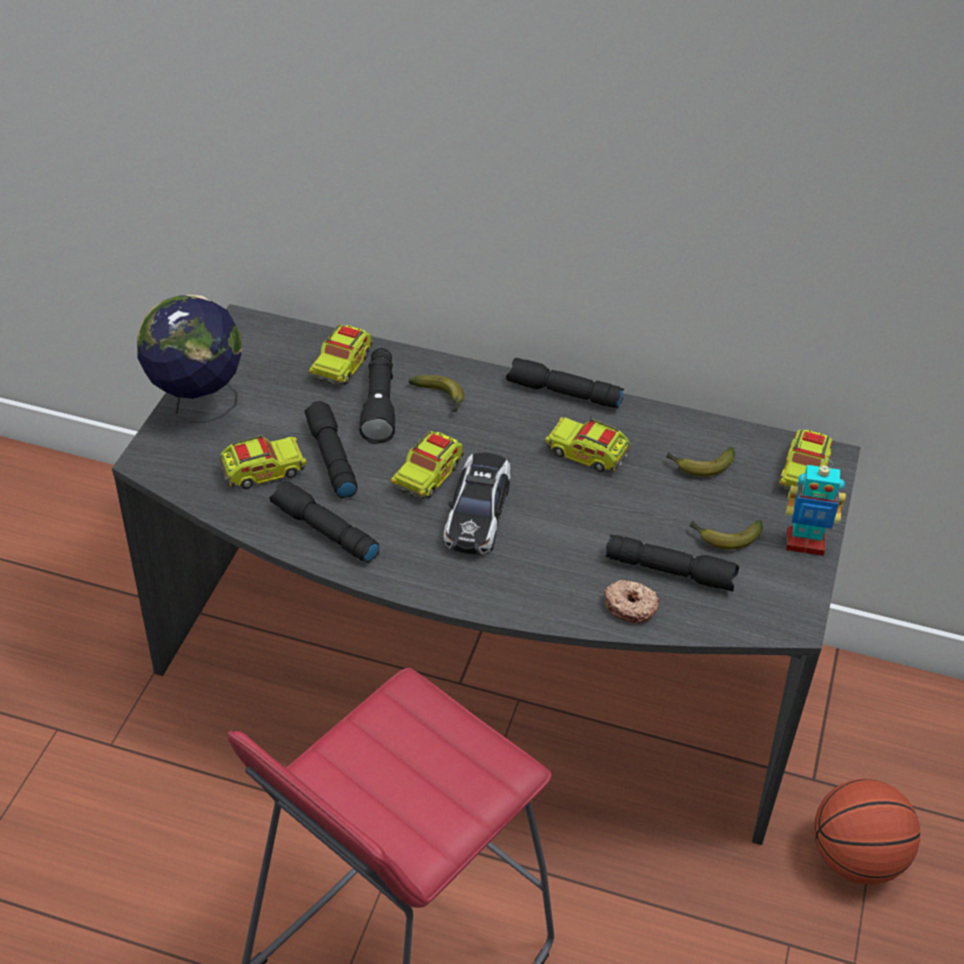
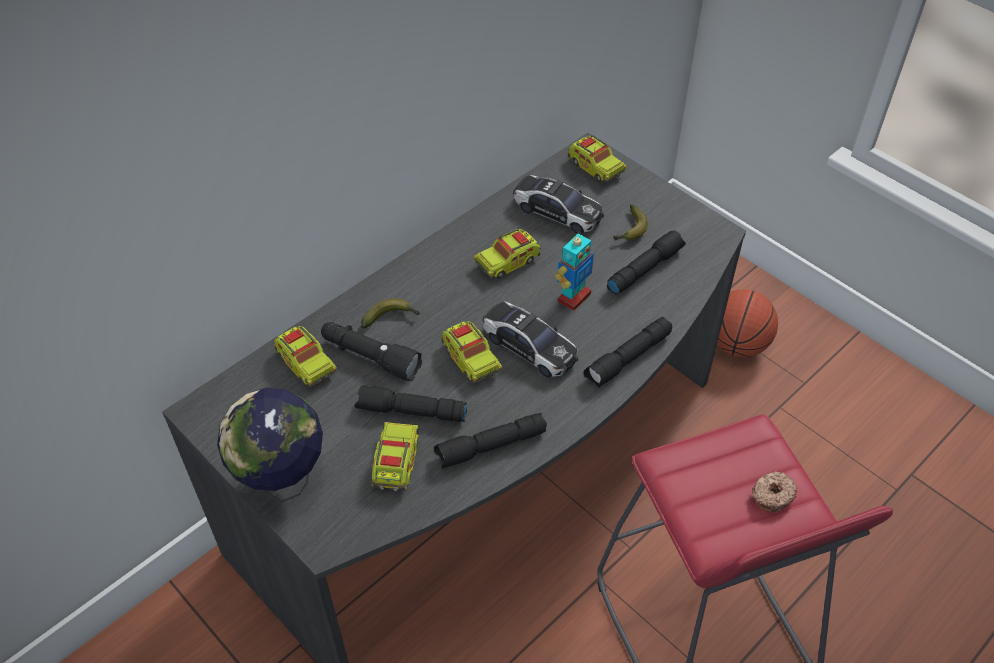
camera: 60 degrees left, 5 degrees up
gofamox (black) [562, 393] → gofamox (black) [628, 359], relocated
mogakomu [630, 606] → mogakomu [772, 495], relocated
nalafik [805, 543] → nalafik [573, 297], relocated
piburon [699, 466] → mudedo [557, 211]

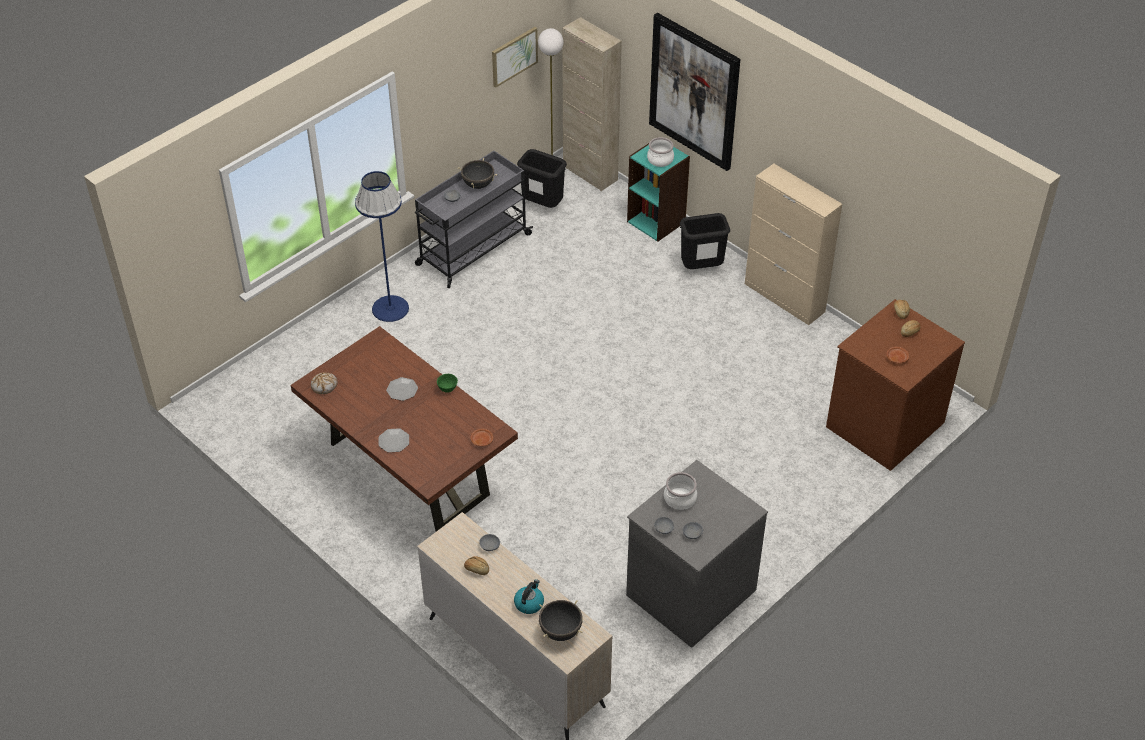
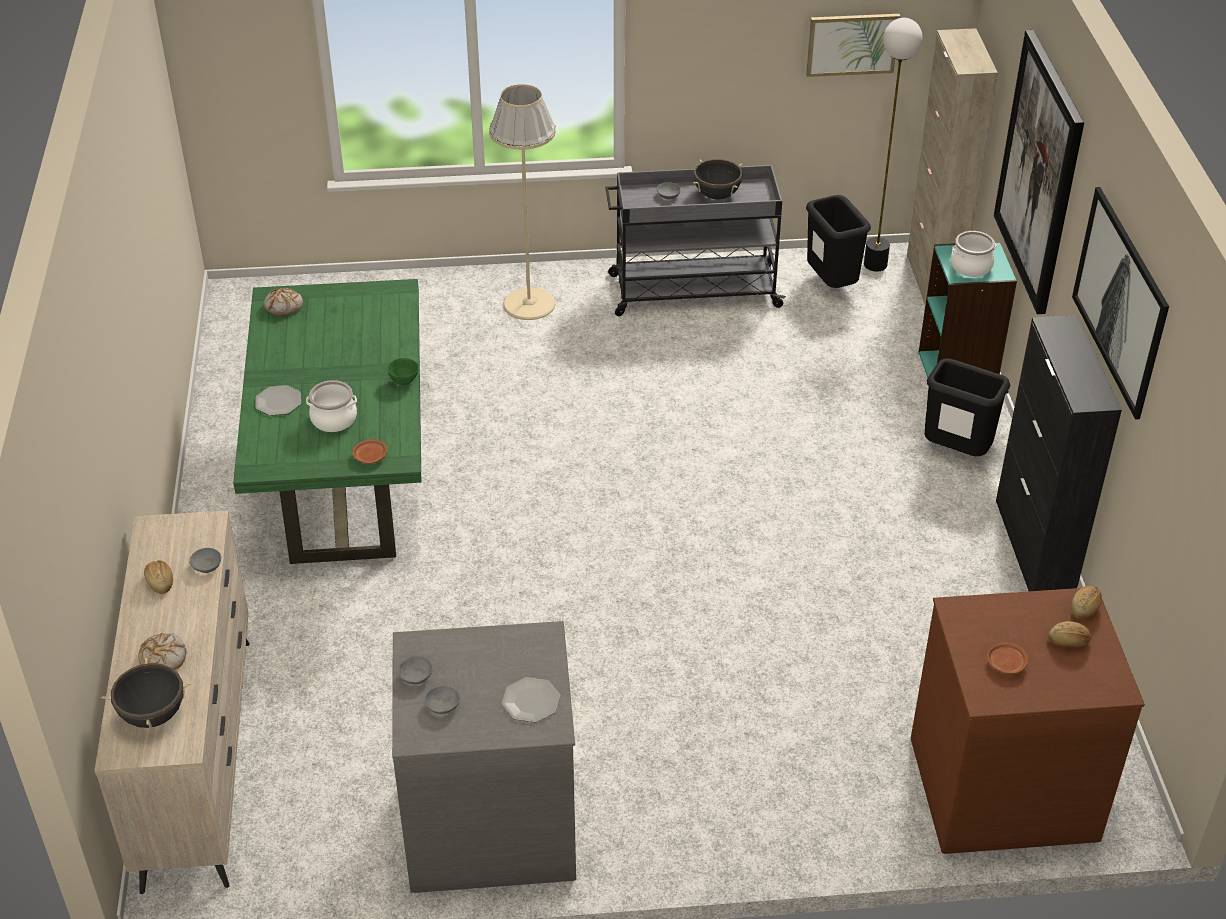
camera: 40 degrees right, 5 degrees down
- → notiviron [1122, 301]
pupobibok [402, 390] → pupobibok [531, 701], relocated
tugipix [680, 499] → tugipix [334, 419], relocated
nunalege [529, 603] → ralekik [163, 658]
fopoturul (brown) [410, 470] → fopoturul (green) [346, 479]
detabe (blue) [390, 308] → detabe (beige) [529, 304]
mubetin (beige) [784, 298] → mubetin (black) [1034, 547]

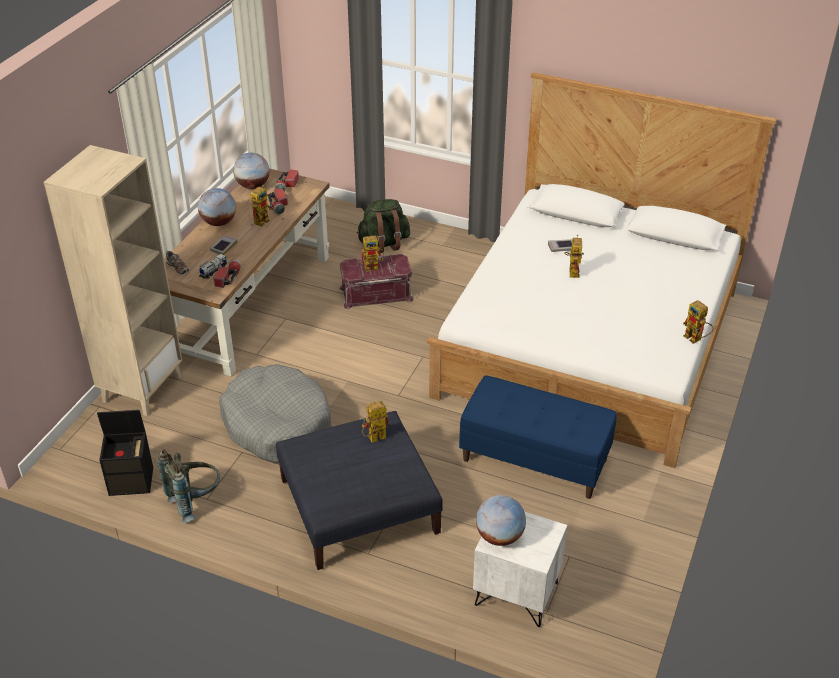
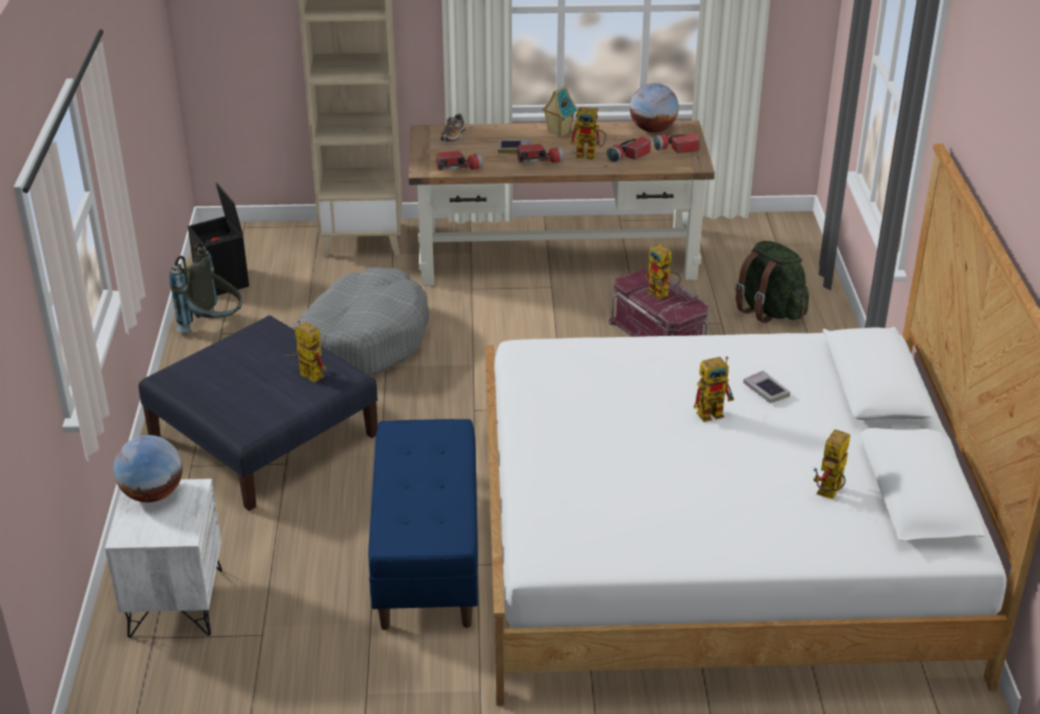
camera: 65 degrees right, 5 degrees down
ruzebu [213, 271] → -
- → gofamox [539, 161]
nalafik [696, 339] → nalafik [829, 495], relocated
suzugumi [219, 222] → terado [558, 132]

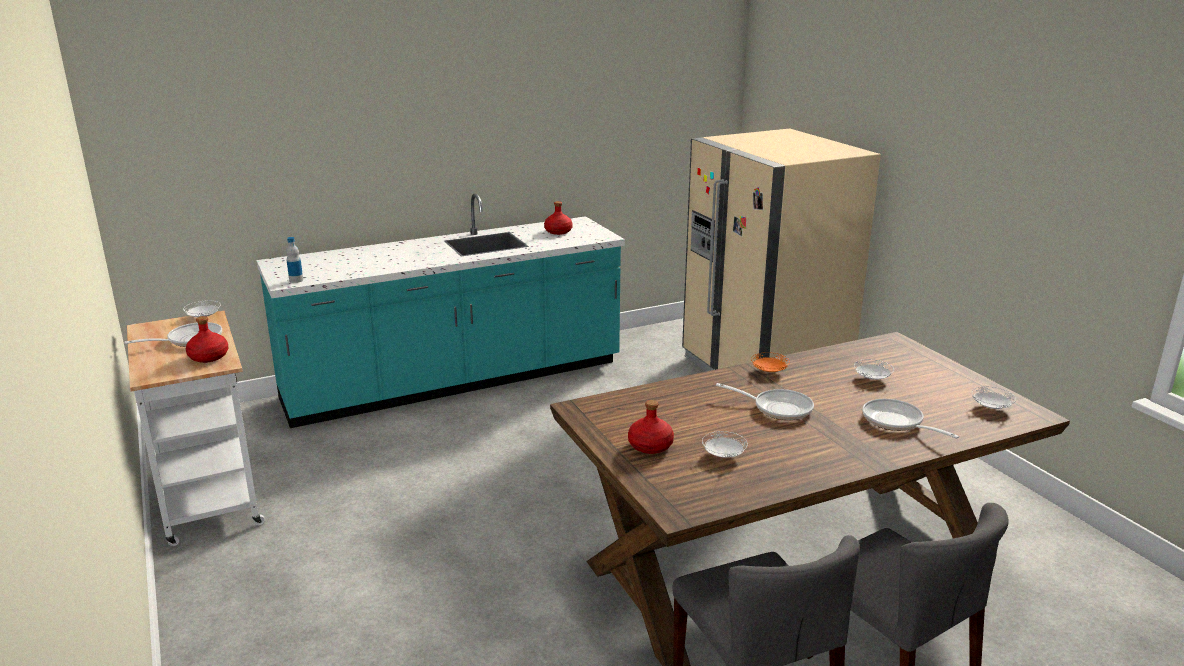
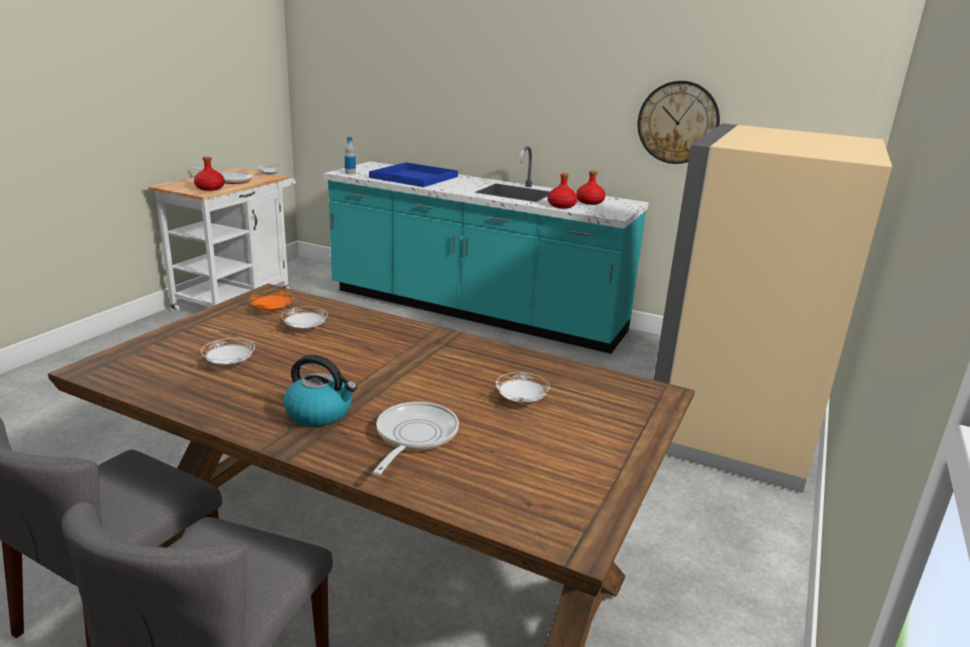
camera: 50 degrees right, 0 degrees up
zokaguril [777, 408] → -
- → nunalege [320, 413]
- → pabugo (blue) [415, 177]
- → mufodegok [678, 122]
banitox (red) [650, 446] → banitox (red) [562, 206], relocated
pupobibok (orange) [769, 371] → pupobibok (orange) [272, 310], relocated
pupobibok (white) [991, 407] → pupobibok (white) [305, 329], relocated

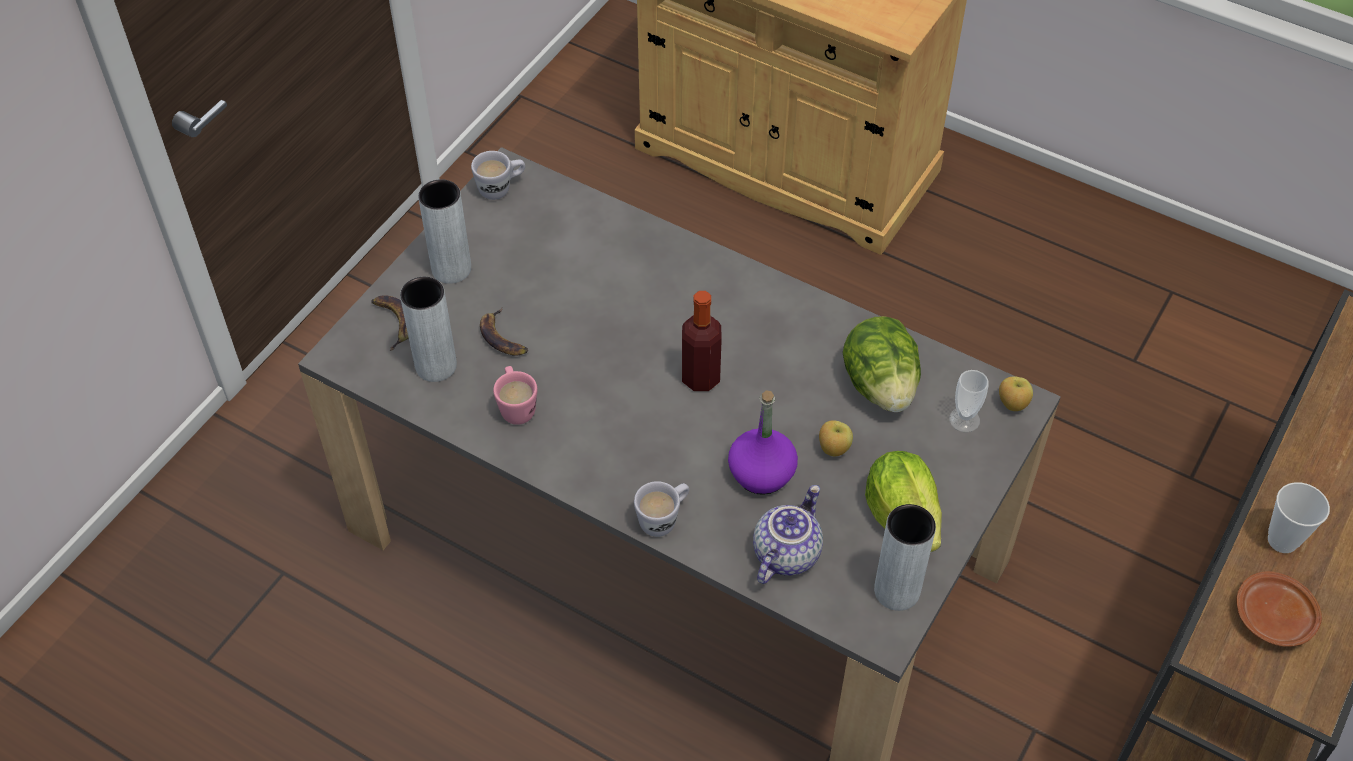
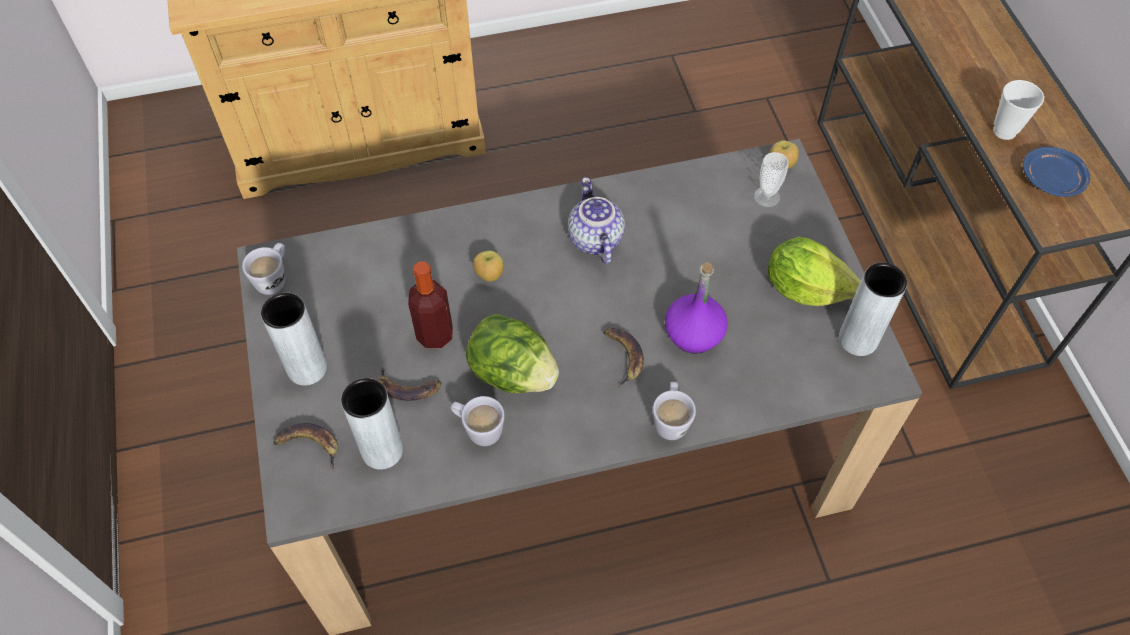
camera: 45 degrees left, 5 degrees up
- → piburon [622, 356]
banitox [700, 378] → banitox [434, 335], relocated
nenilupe [785, 552] → nenilupe [594, 239], relocated
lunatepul [833, 449] → lunatepul [489, 275], relocated
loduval [880, 385] → loduval [512, 373], relocated
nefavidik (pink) [516, 406] → nefavidik (white) [478, 429]
pupobibok (brown) [1274, 618] → pupobibok (blue) [1052, 180]

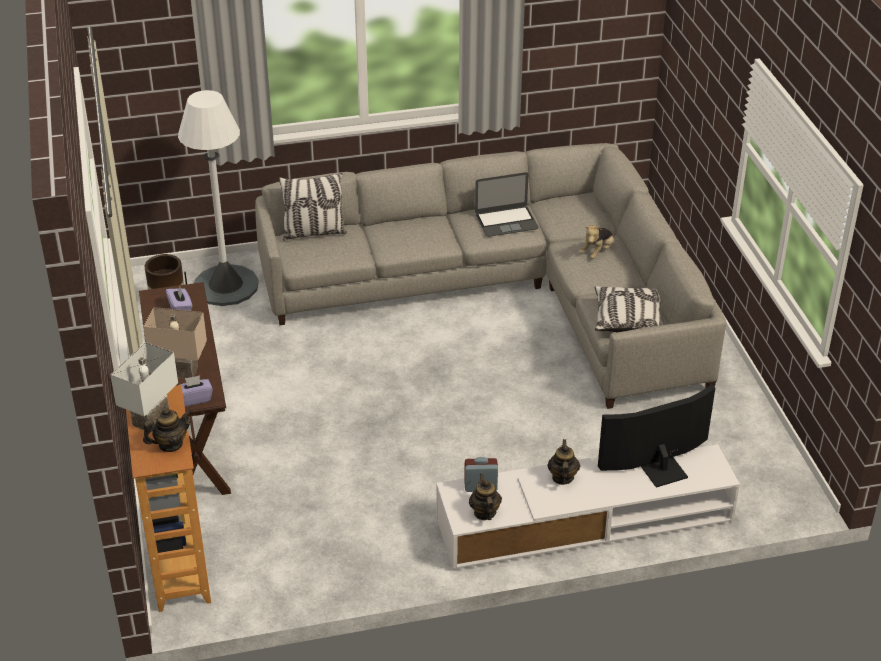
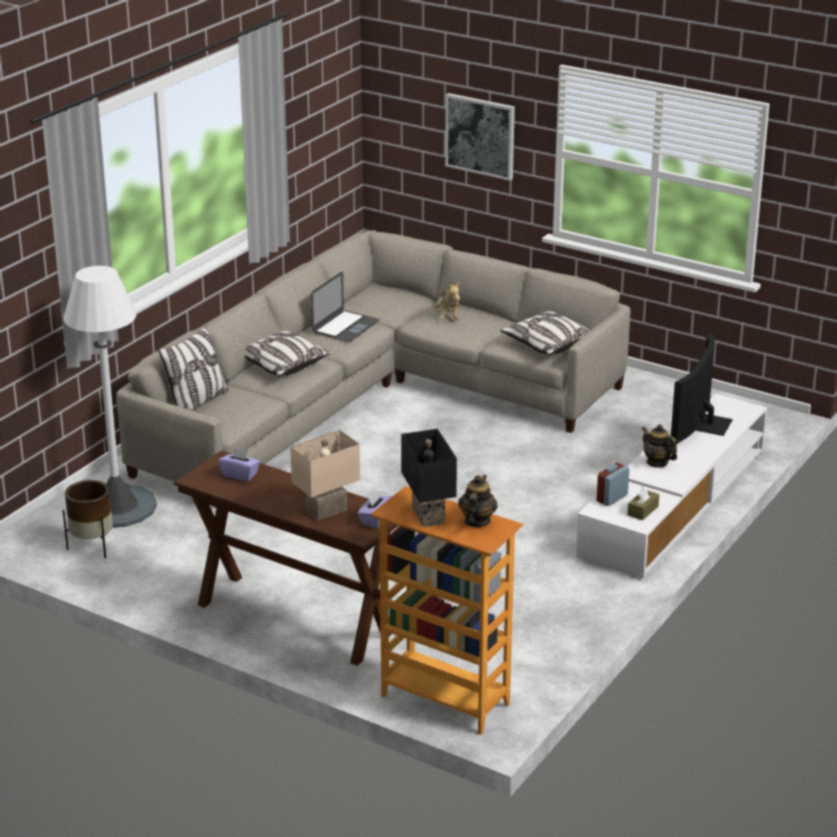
camera: 45 degrees left, 10 degrees down
- → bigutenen [281, 365]
- → notiviron [480, 136]
nenilupe [484, 512] → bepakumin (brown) [643, 511]
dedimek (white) [150, 418] → dedimek (black) [426, 516]

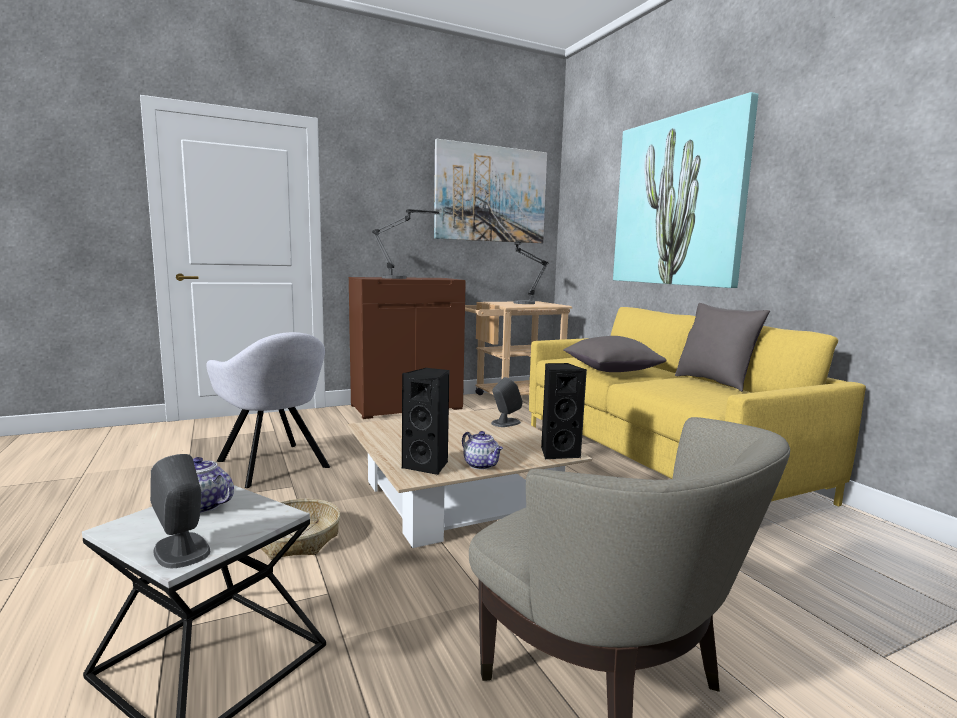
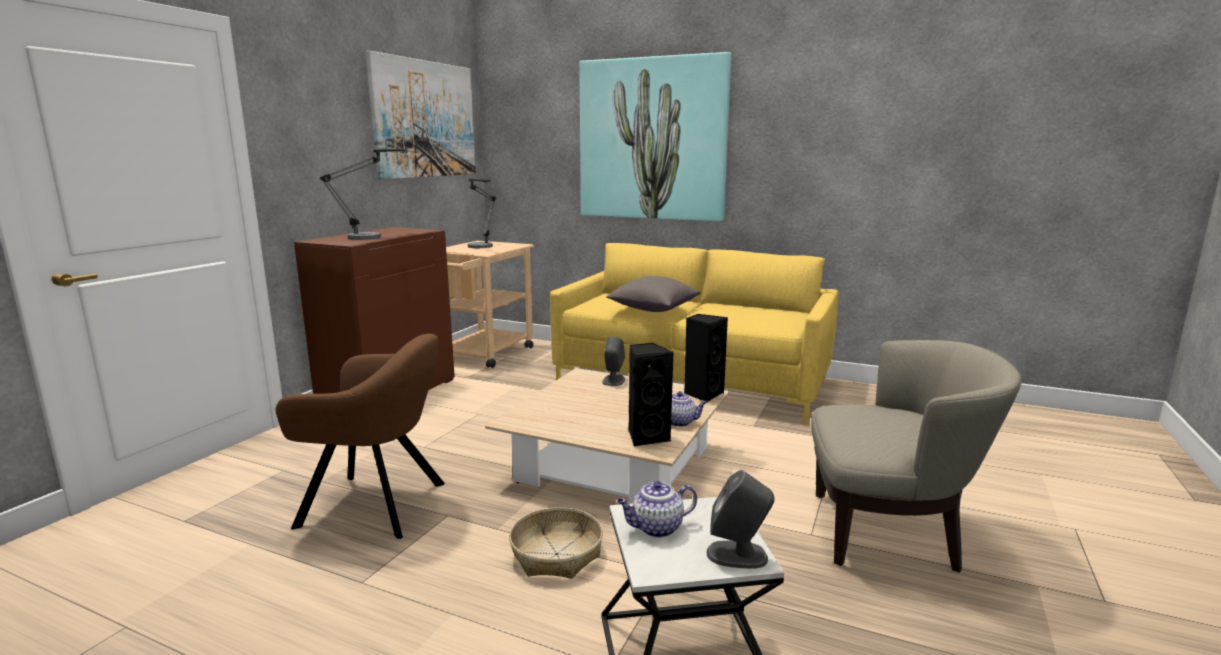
camera: 40 degrees left, 5 degrees up
bigutenen (grey) [714, 382] → -
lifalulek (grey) [275, 465] → lifalulek (brown) [379, 505]

